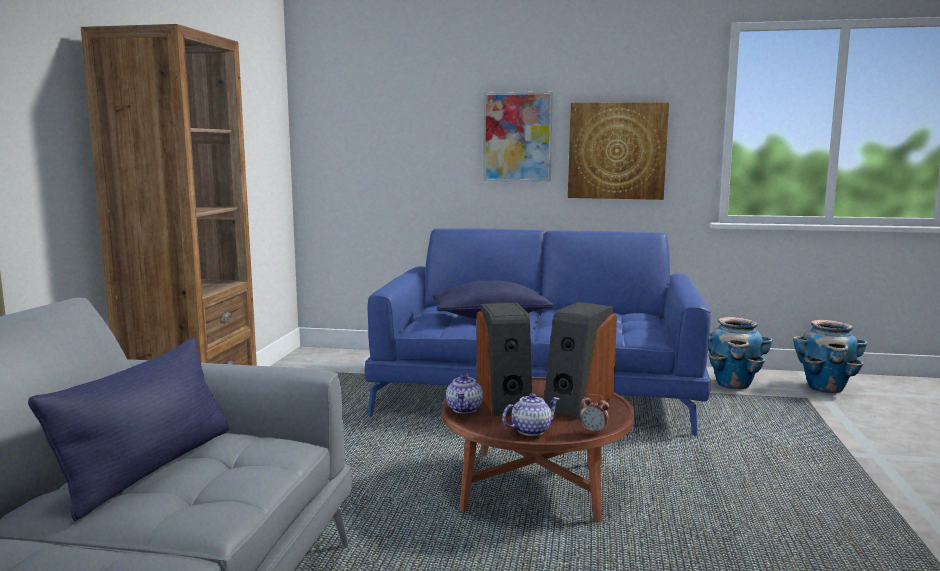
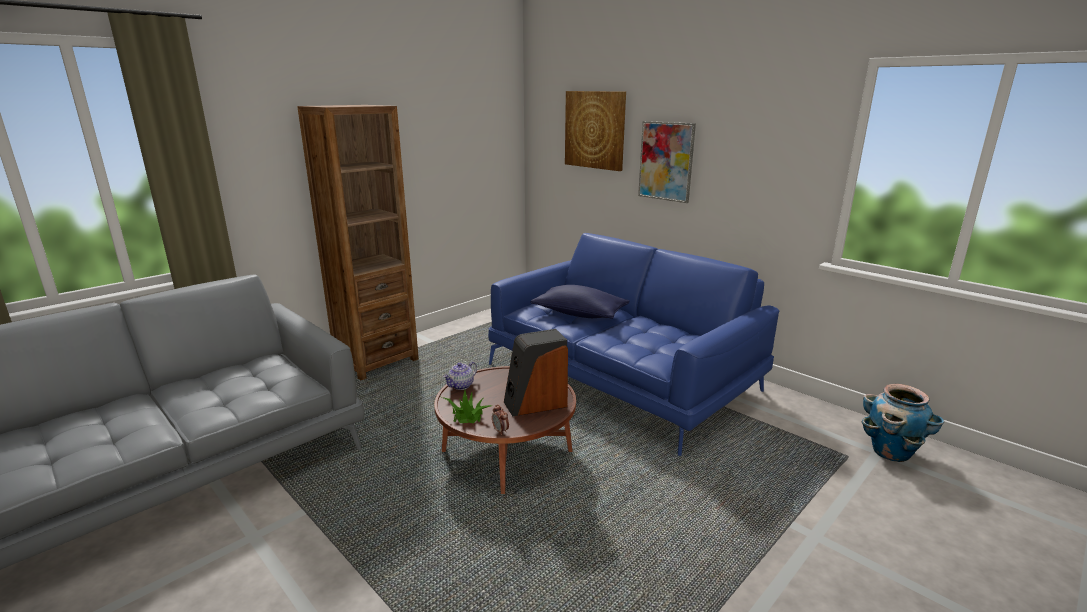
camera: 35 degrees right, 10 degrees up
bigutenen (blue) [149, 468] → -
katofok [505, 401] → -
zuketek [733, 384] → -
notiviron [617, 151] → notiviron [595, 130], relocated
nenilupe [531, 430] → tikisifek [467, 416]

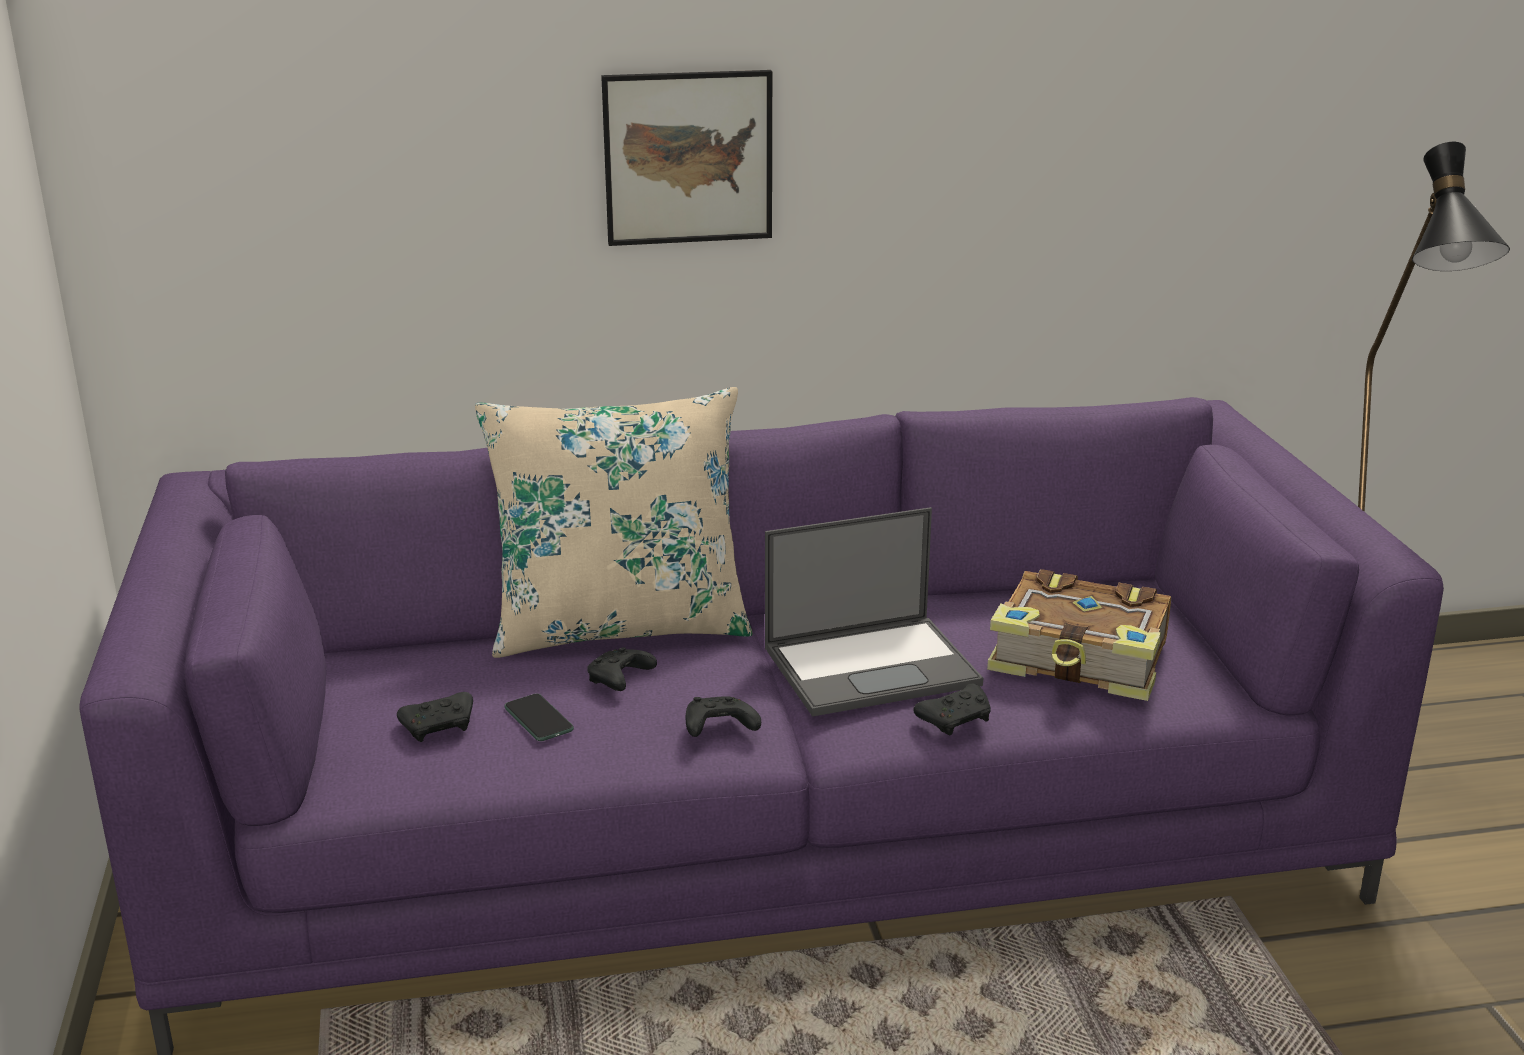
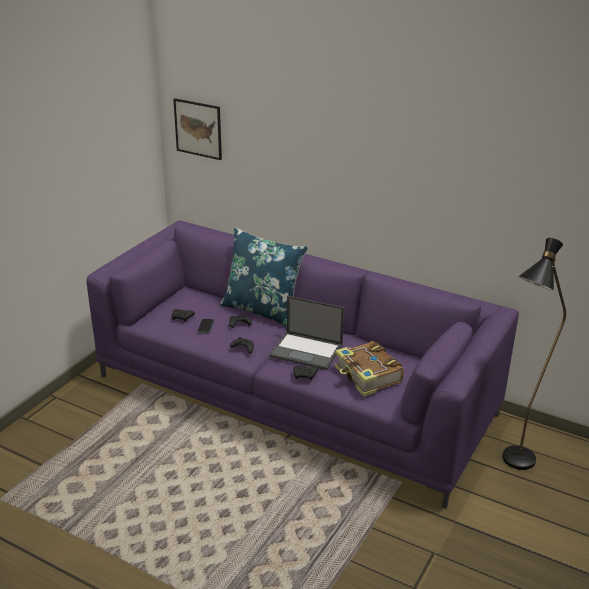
camera: 40 degrees right, 5 degrees up
notiviron [688, 157] → notiviron [198, 128], relocated
bigutenen (beige) [620, 626] → bigutenen (blue) [262, 310]

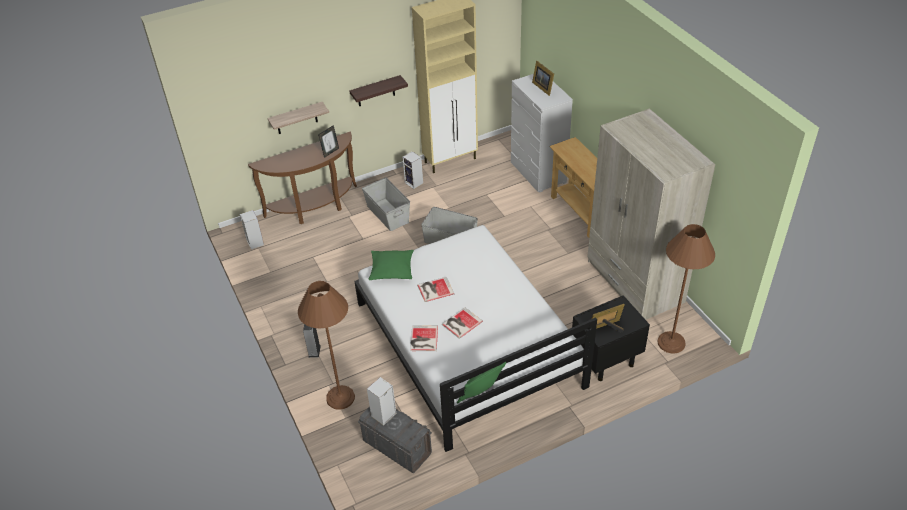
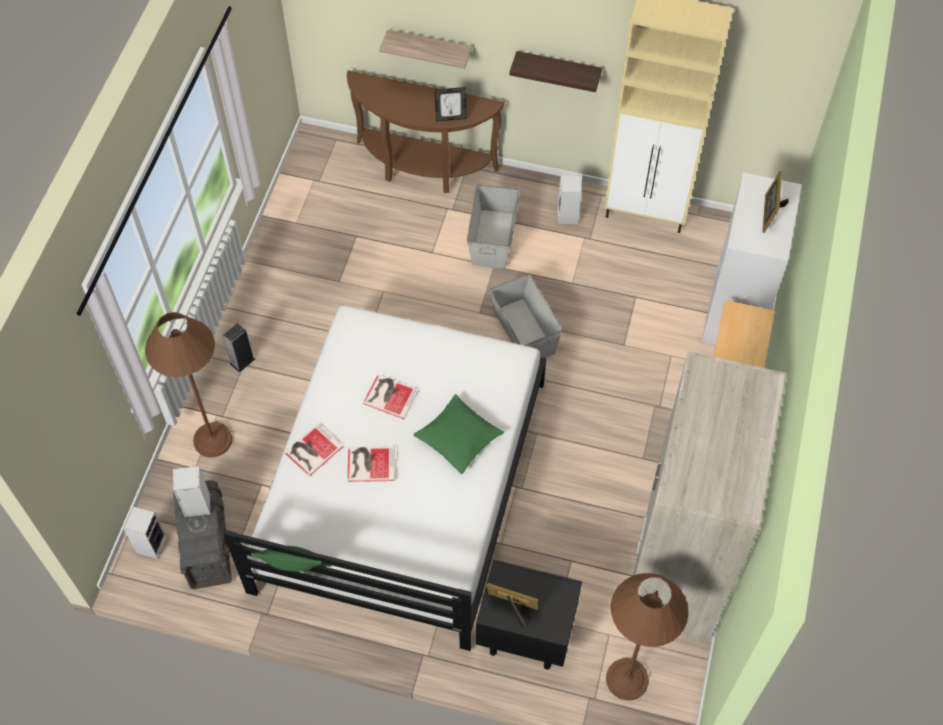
camera: 40 degrees right, 15 degrees up
katofok [254, 242] → katofok [151, 543], relocated
bigutenen (green) [391, 269] → bigutenen (green) [458, 438], relocated

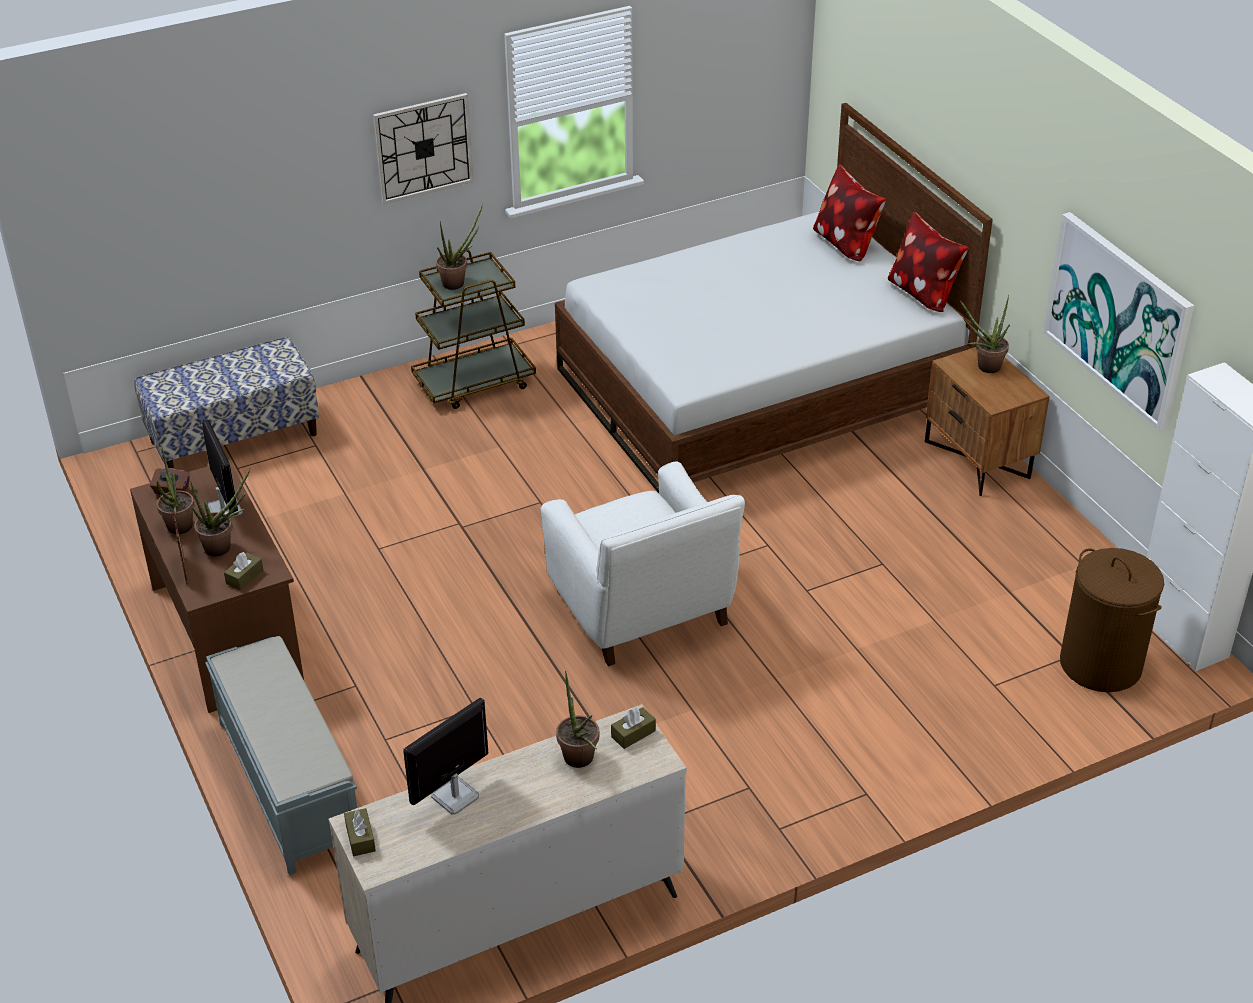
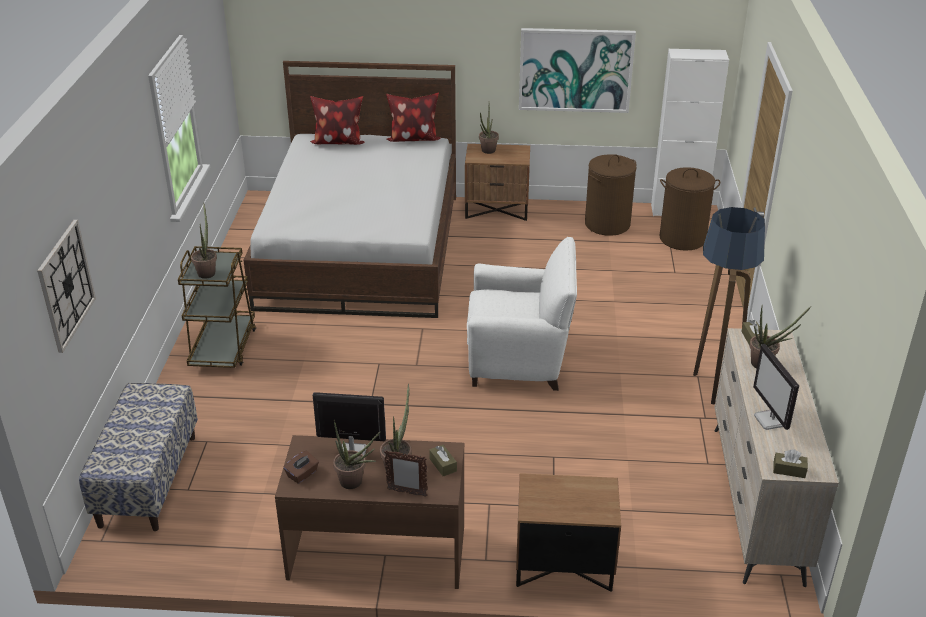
camera: 60 degrees left, 5 degrees down
- → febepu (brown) [607, 224]
- → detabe [711, 386]
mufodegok [423, 148] → mufodegok [66, 285], relocated
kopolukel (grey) [288, 783] → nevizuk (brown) [563, 568]

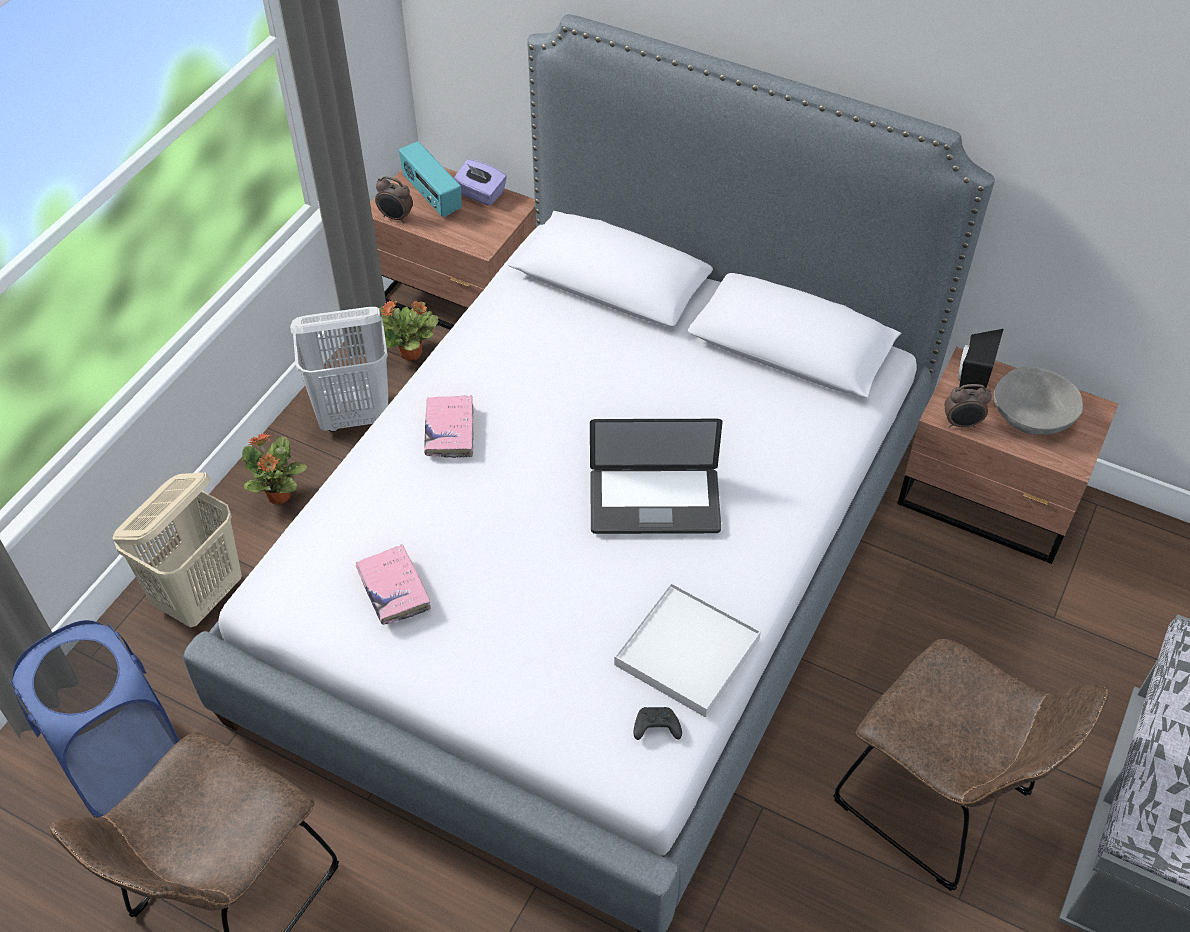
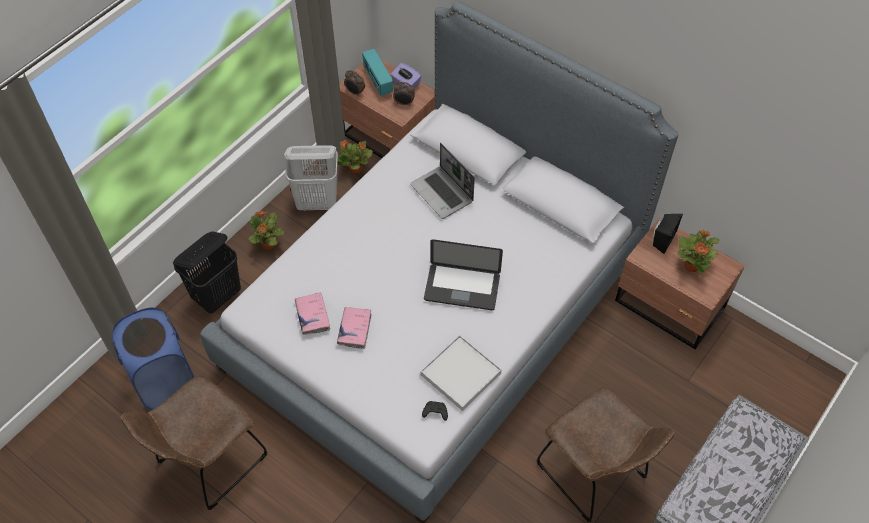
camera: 10 degrees right, 5 degrees up
- → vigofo [443, 193]
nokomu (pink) [450, 431] → nokomu (pink) [354, 329], relocated
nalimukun [961, 424] → nalimukun [404, 103], relocated
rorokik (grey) [1032, 415] → tikisifek [692, 265]
febepu (beige) [201, 596] → febepu (black) [218, 296]

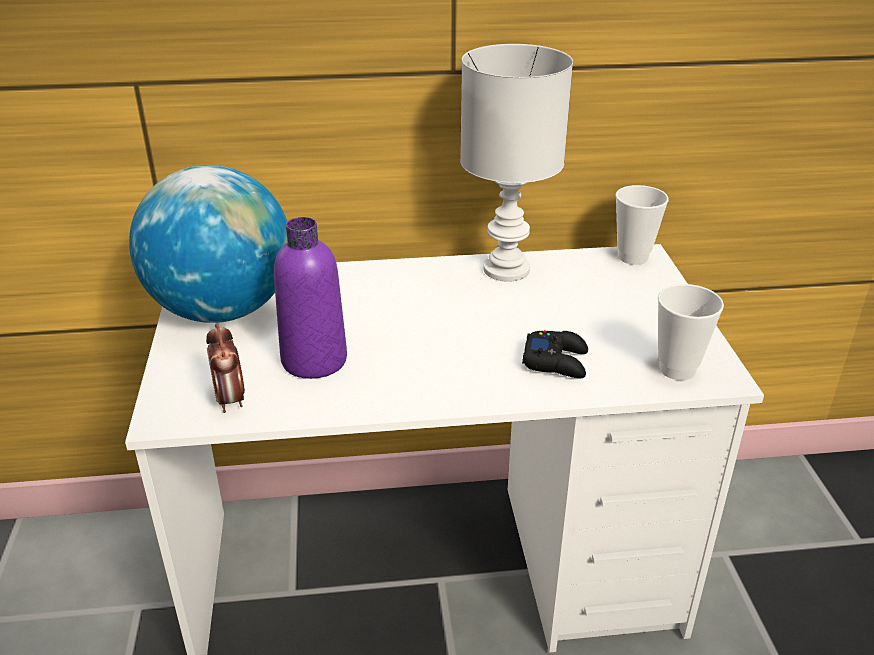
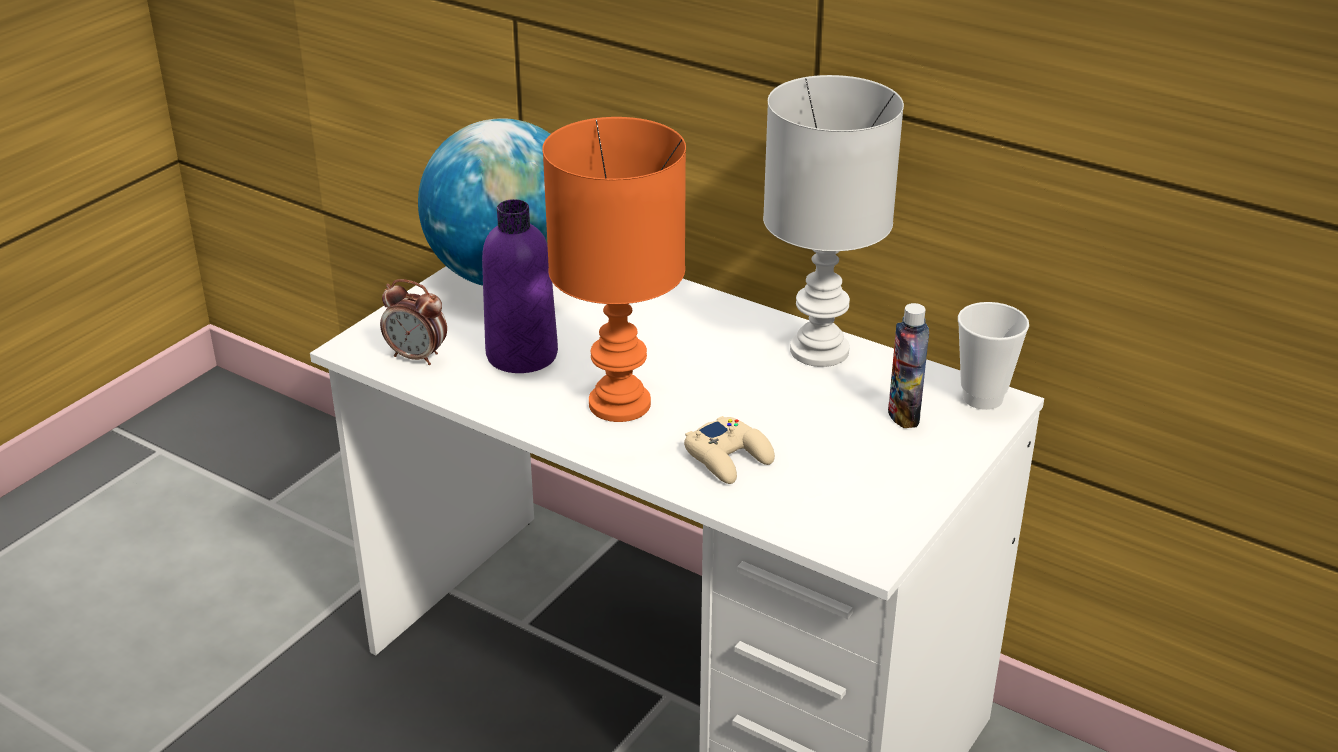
camera: 40 degrees right, 0 degrees up
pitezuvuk [677, 369] → -
- → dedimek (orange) [622, 404]
- → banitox [903, 415]
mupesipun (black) [556, 361] → mupesipun (beige) [729, 458]
nalimukun [230, 400] → nalimukun [417, 357], 90 degrees counterclockwise

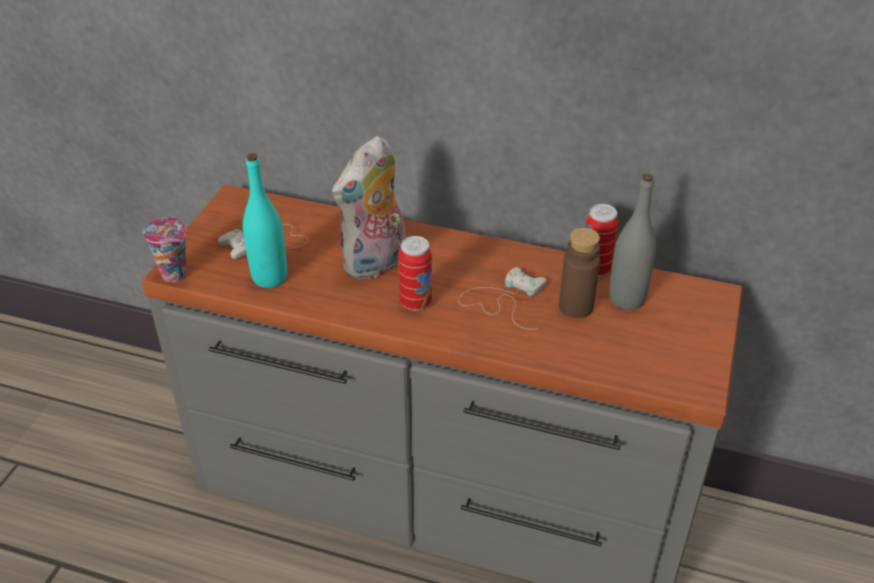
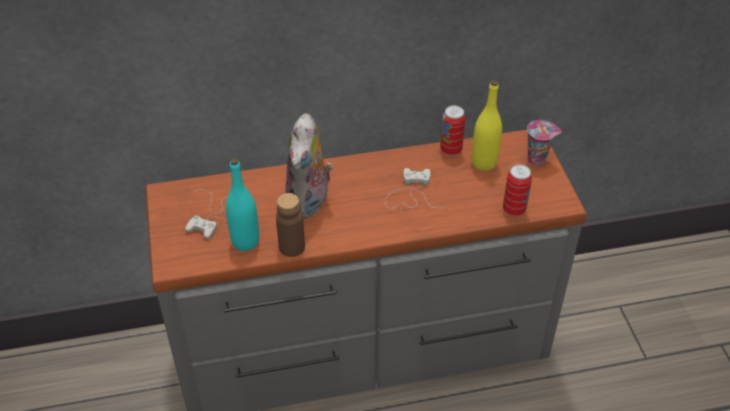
camera: 30 degrees left, 5 degrees up
pitezuvuk [176, 275] → pitezuvuk [537, 159], relocated
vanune [416, 302] → vanune [514, 209], relocated
banitox (brown) [576, 306] → banitox (brown) [292, 247], relocated
banitox (grey) [626, 299] → banitox (yellow) [484, 163]

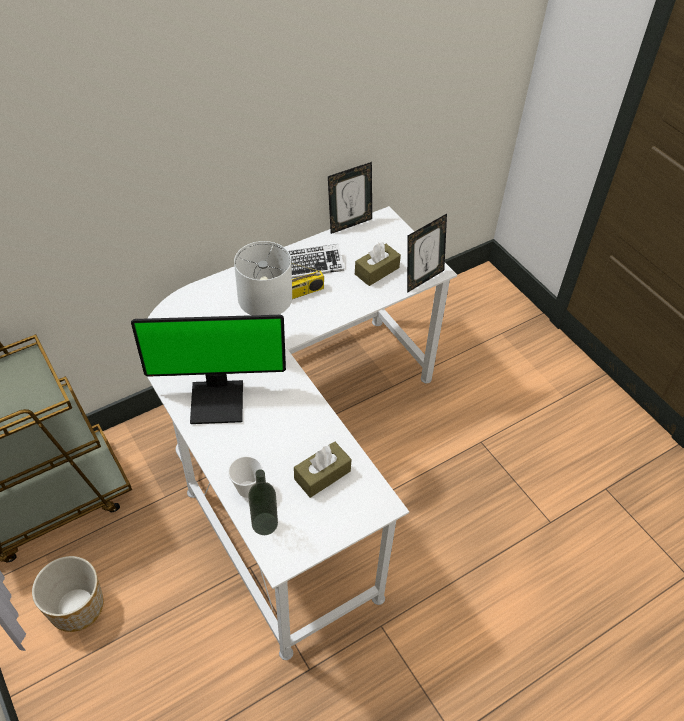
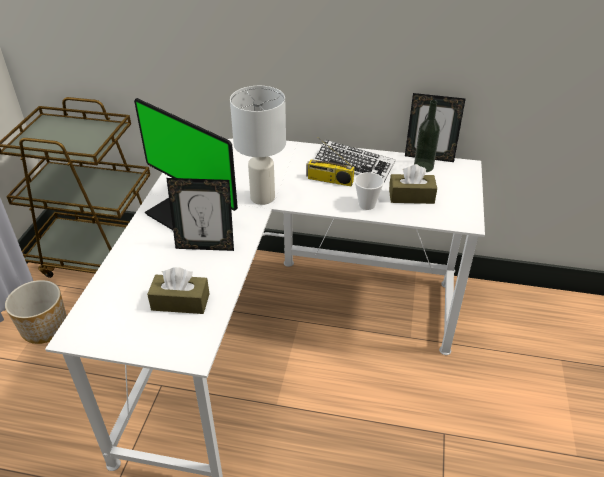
camera: 45 degrees right, 10 degrees down
pitezuvuk [247, 489] → pitezuvuk [367, 205], relocated
banitox [264, 524] → banitox [423, 167], relocated
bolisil [423, 279] → bolisil [205, 246], relocated

